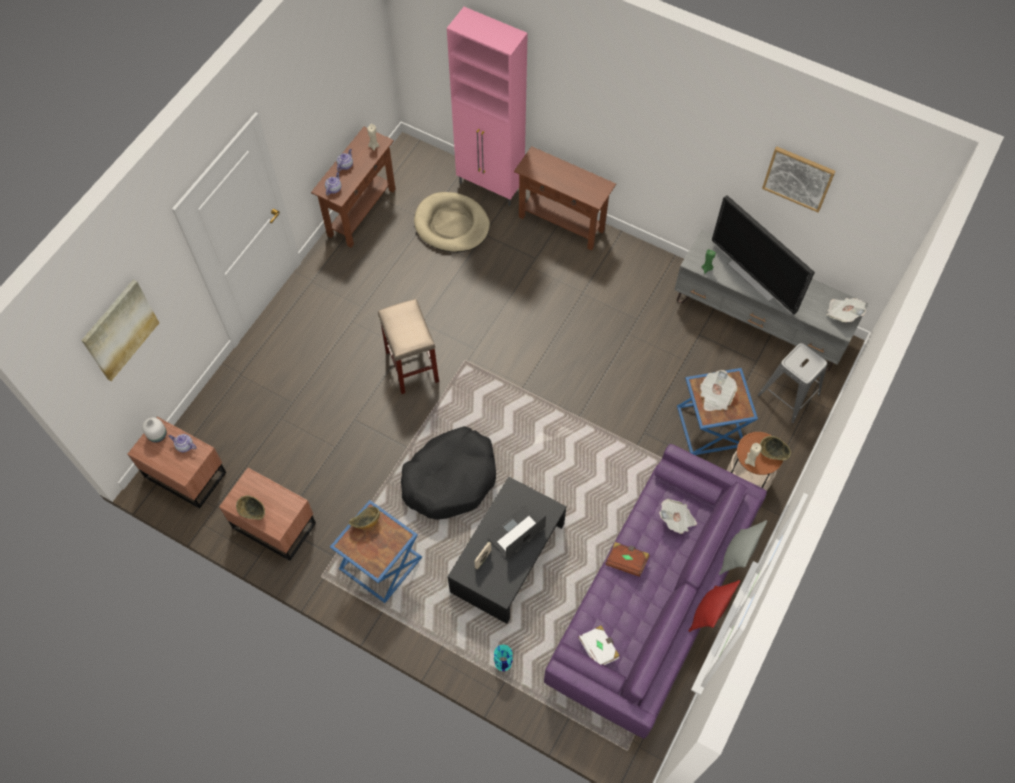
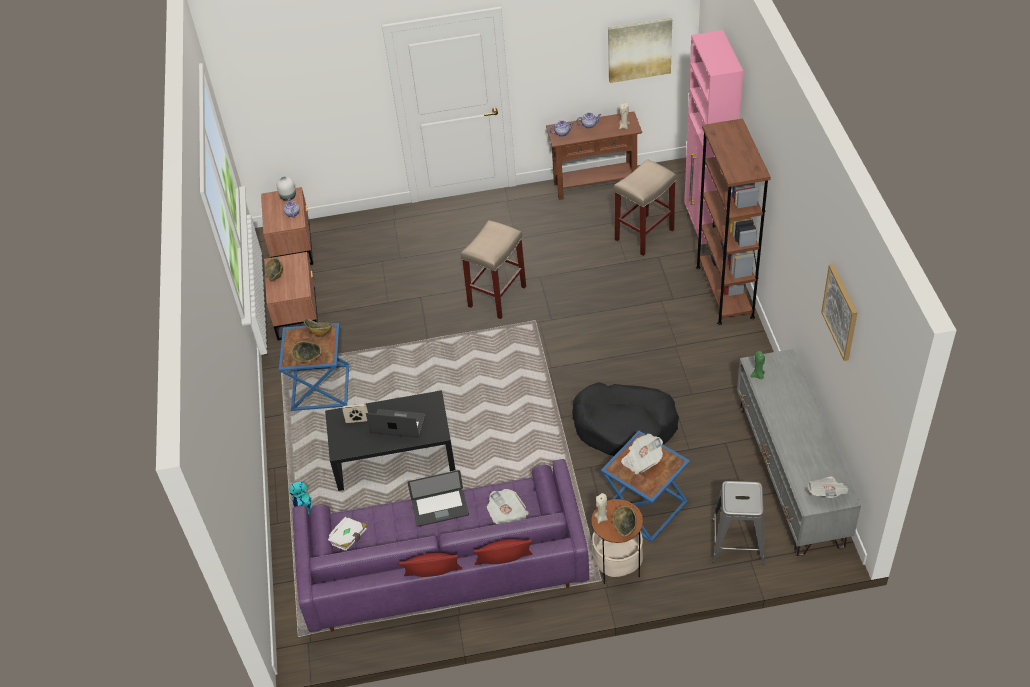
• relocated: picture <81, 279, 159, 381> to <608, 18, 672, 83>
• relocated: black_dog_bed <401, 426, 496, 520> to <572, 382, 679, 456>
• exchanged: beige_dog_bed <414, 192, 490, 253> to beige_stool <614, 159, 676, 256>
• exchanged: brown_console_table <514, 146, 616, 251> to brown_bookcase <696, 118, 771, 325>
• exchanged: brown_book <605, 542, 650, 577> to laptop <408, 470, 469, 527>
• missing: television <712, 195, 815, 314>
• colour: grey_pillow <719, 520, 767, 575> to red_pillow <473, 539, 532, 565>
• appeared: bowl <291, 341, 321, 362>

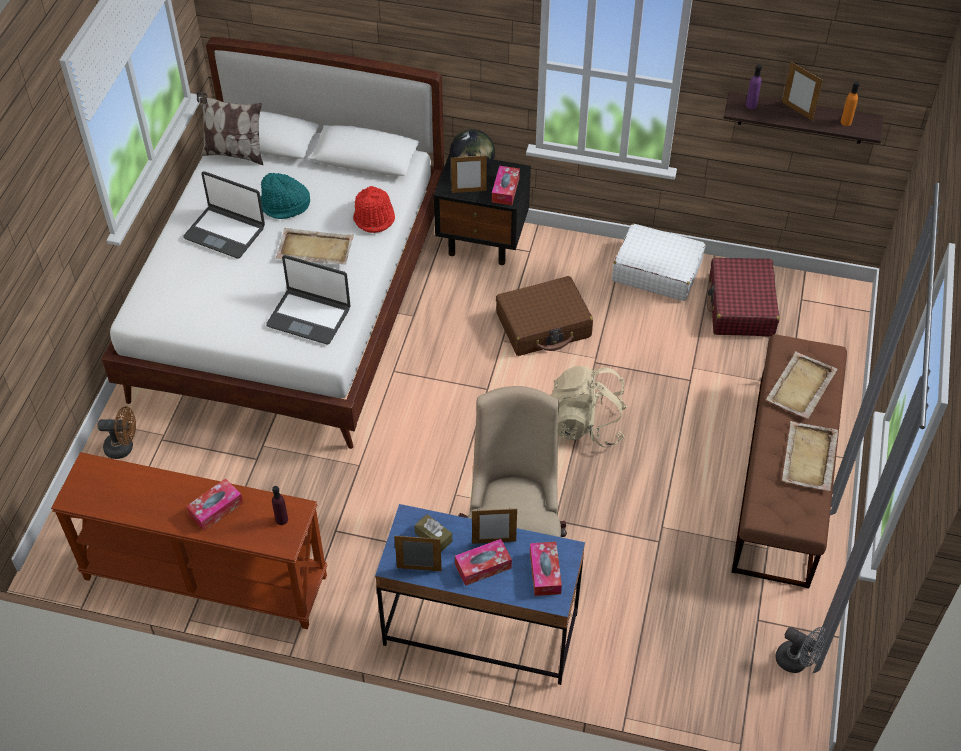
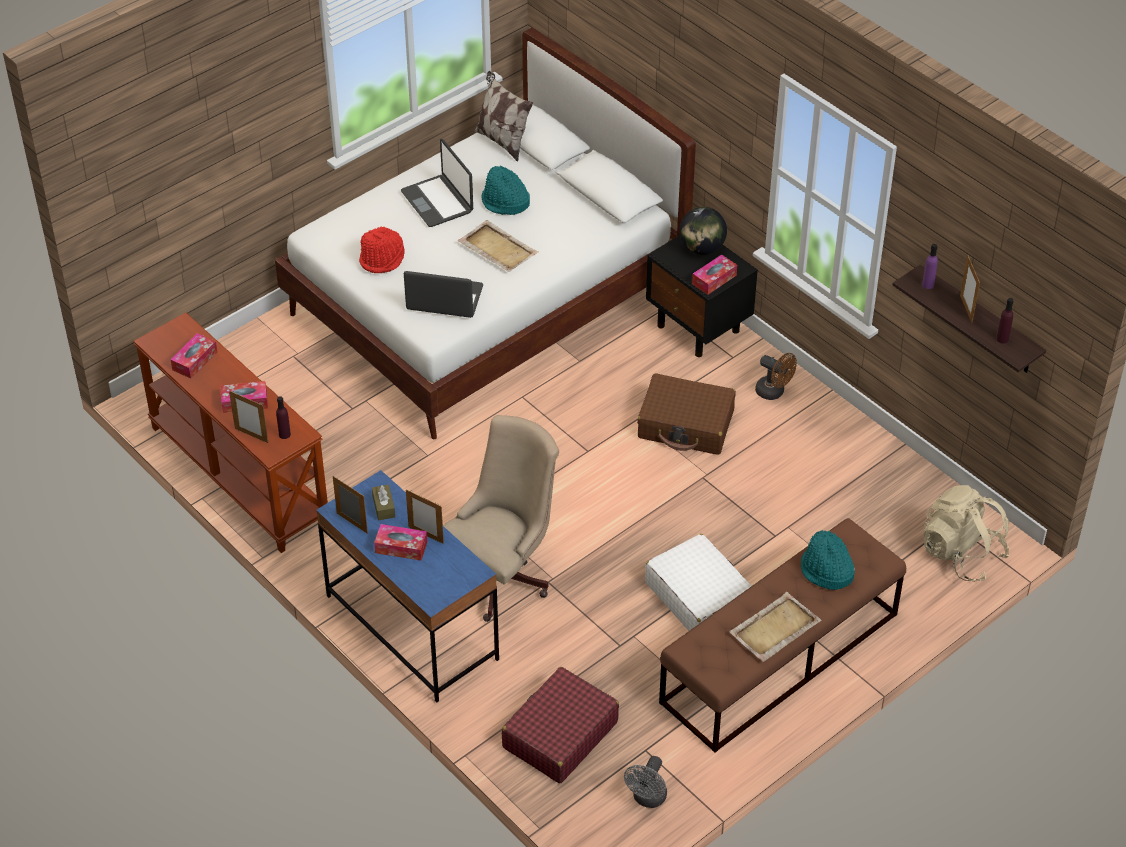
• relocated: brown_fan <97, 406, 136, 459> to <755, 353, 797, 400>
• spun: laptop <266, 255, 350, 344> = <404, 271, 483, 318> 135 degrees clockwise
• relocated: red_hat <353, 186, 395, 233> to <359, 227, 405, 273>
• relocated: picture_frame <451, 155, 487, 193> to <229, 391, 268, 443>
• relocated: tissue_box <530, 542, 562, 596> to <170, 333, 217, 379>
• relocated: beige_backpack <551, 365, 627, 447> to <923, 485, 1010, 582>
• relocated: white_suitcase <612, 224, 705, 301> to <645, 534, 751, 631>
• relocated: red_suitcase <707, 257, 779, 336> to <502, 667, 619, 783>
• exchanged: beige_tray <766, 351, 837, 419> to turquoise_hat <801, 530, 855, 590>
• spun: grey_fan <775, 627, 825, 673> = <624, 756, 667, 808> 45 degrees clockwise
• colour: orange_bottle <840, 81, 859, 126> to purple_bottle <997, 298, 1014, 344>

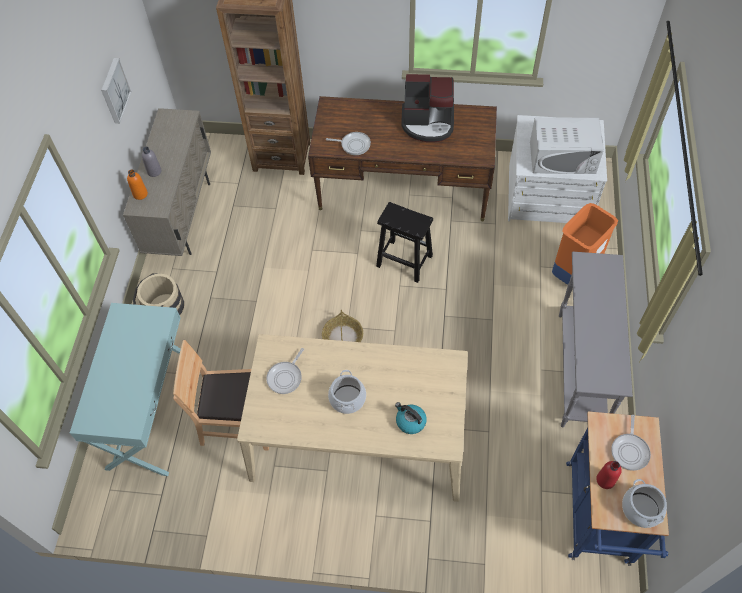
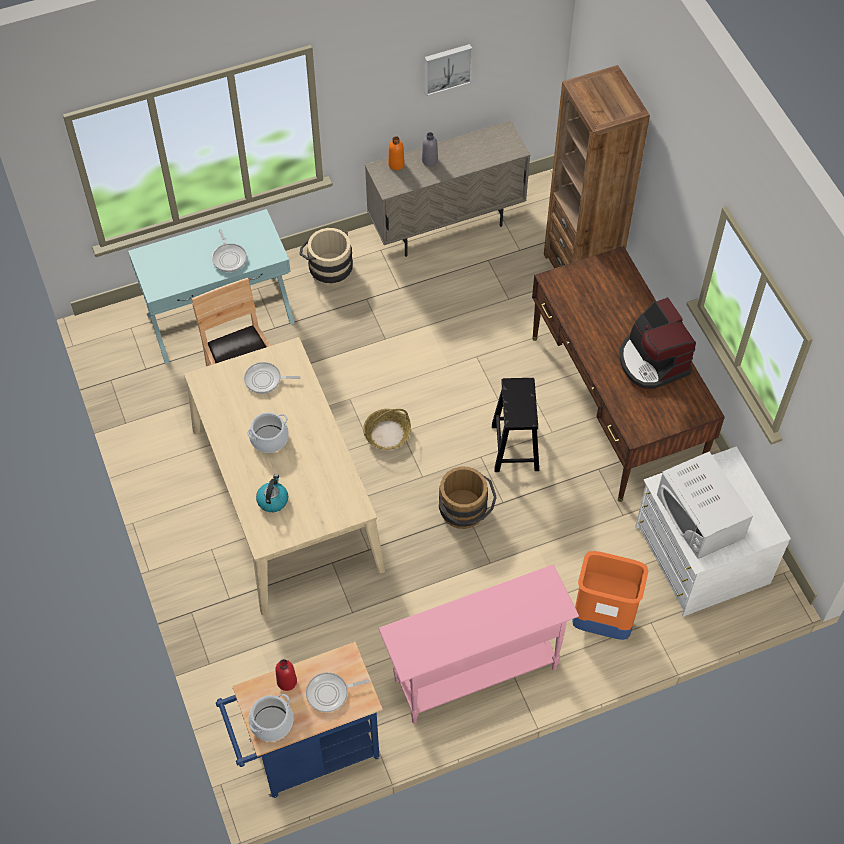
• relocated: frying_pan <326, 132, 371, 155> to <212, 229, 247, 272>
• colour: grey_console_table <559, 252, 633, 427> to pink_console_table <378, 564, 579, 724>
• appeared: brown_bucket <439, 467, 497, 529>

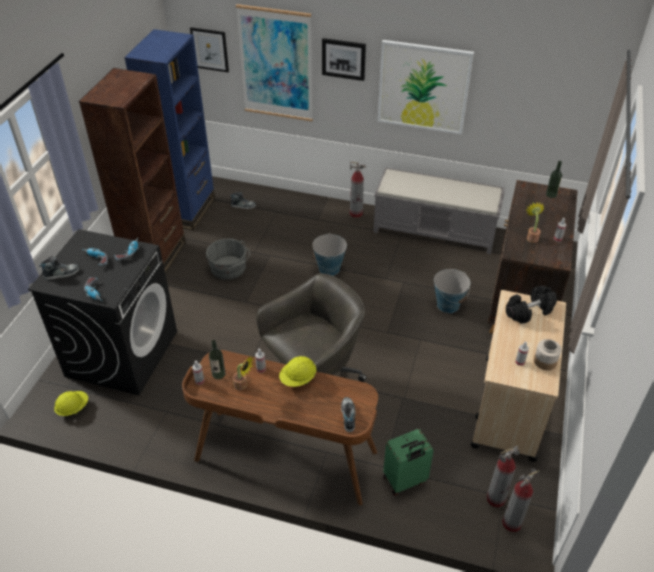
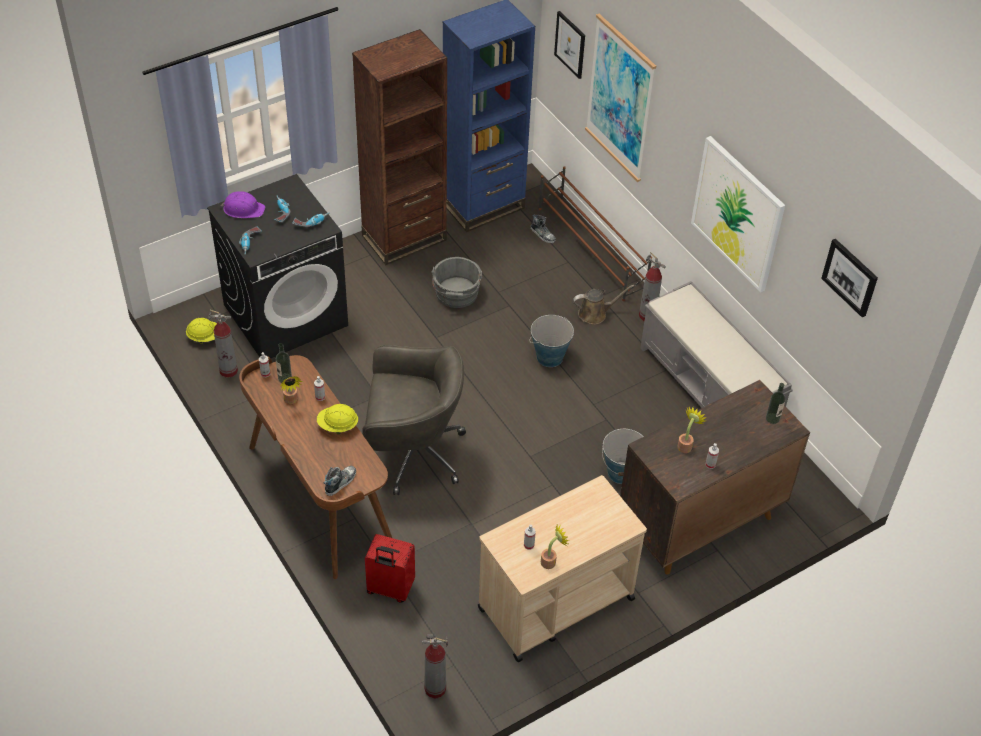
• exchanged: shoe <39, 256, 80, 280> to purple_hard_hat <221, 191, 265, 218>
• relocated: picture <322, 38, 366, 81> to <821, 239, 878, 318>
• colour: green_suitcase <383, 429, 434, 496> to red_suitcase <365, 534, 415, 603>
• relocated: fire_extinguisher <487, 446, 520, 507> to <209, 310, 238, 378>
• missing: black_dumbbell <506, 285, 557, 323>
• exchanged: jar <534, 339, 561, 370> to potted_plant <541, 524, 569, 569>
• appeared: brown_shoe_rack <538, 166, 652, 301>
• appeared: brown_watering_can <573, 285, 634, 324>

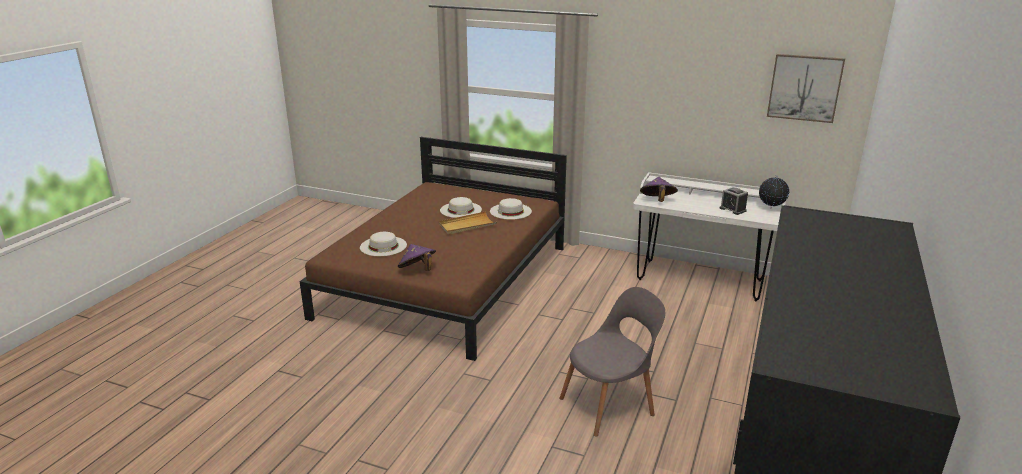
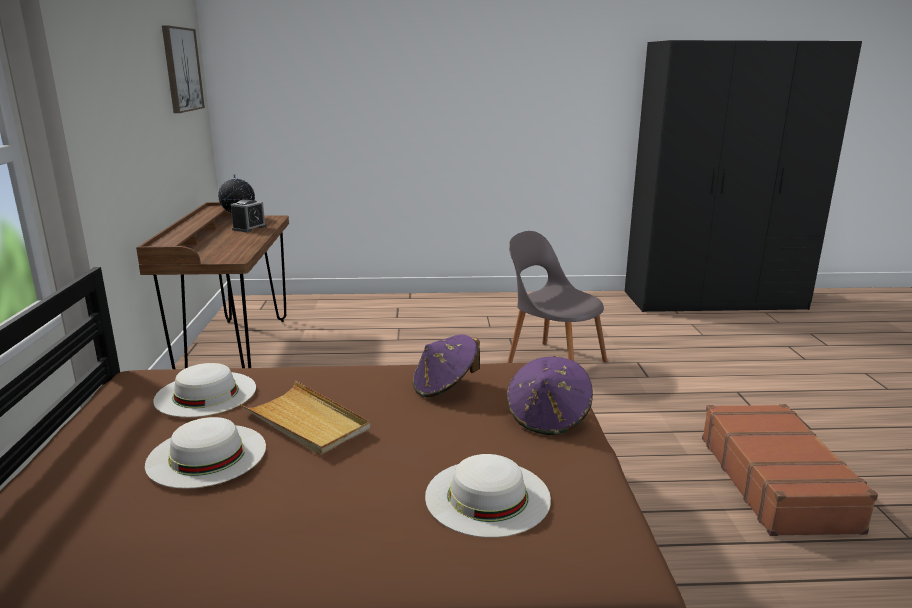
• colour: white_desk <633, 172, 786, 301> to brown_desk <136, 202, 289, 369>
• relocated: purple_hat <640, 177, 678, 202> to <413, 334, 480, 398>
• appeared: brown_suitcase <702, 404, 878, 536>

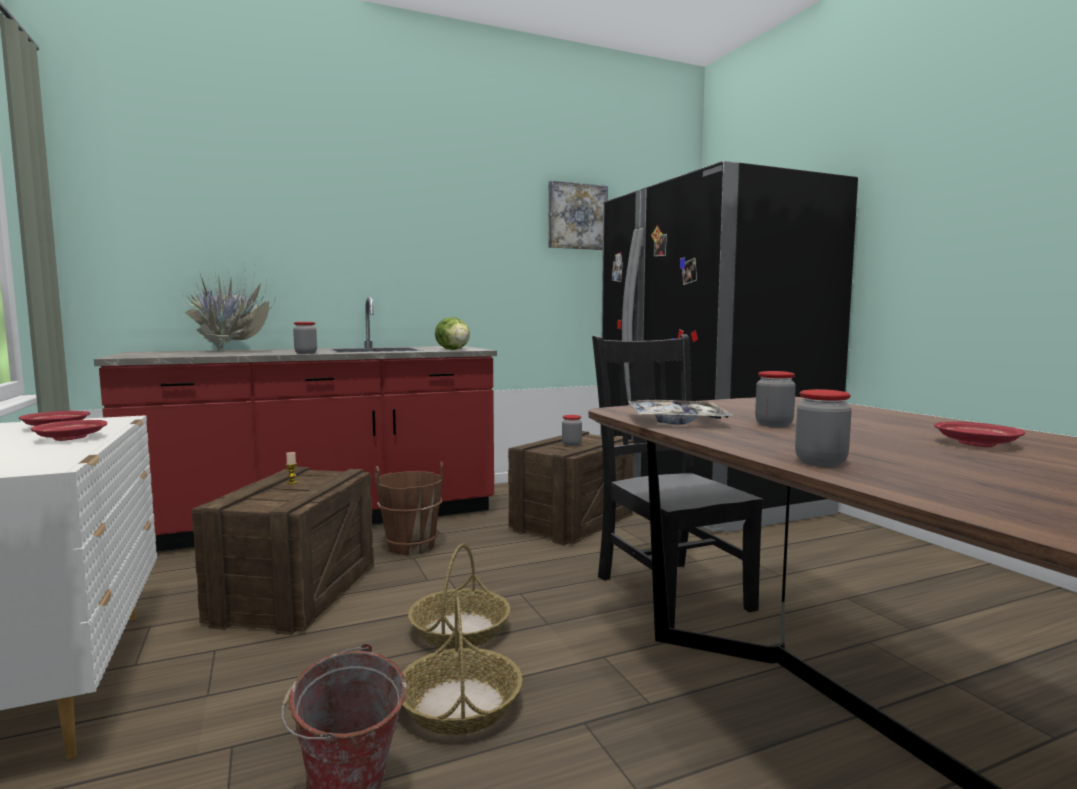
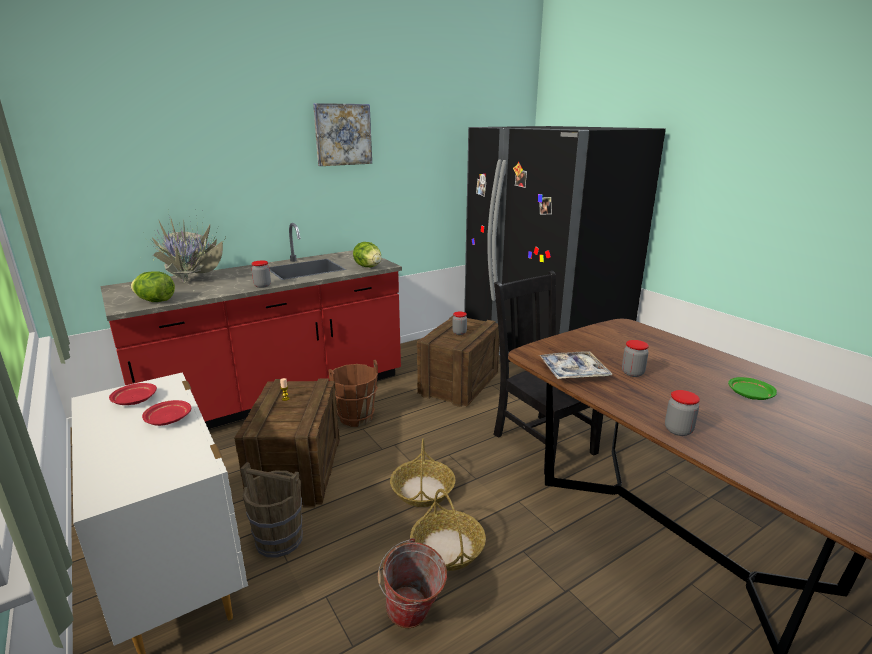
• relocated: picture <548, 181, 608, 250> to <313, 103, 372, 166>
• colour: red_plate <934, 422, 1025, 447> to green_plate <728, 377, 777, 400>
• appeared: lettuce <131, 271, 175, 302>
• appeared: brown_bucket <240, 462, 303, 558>

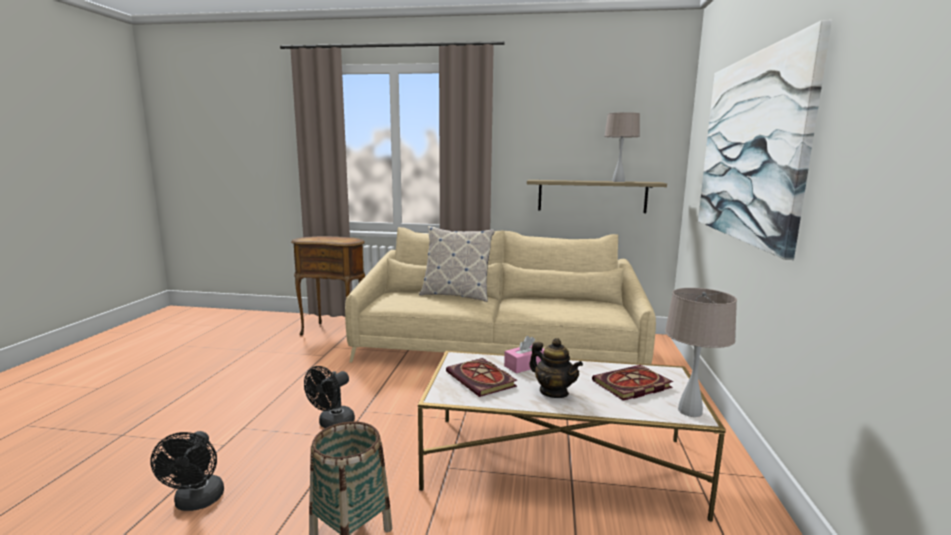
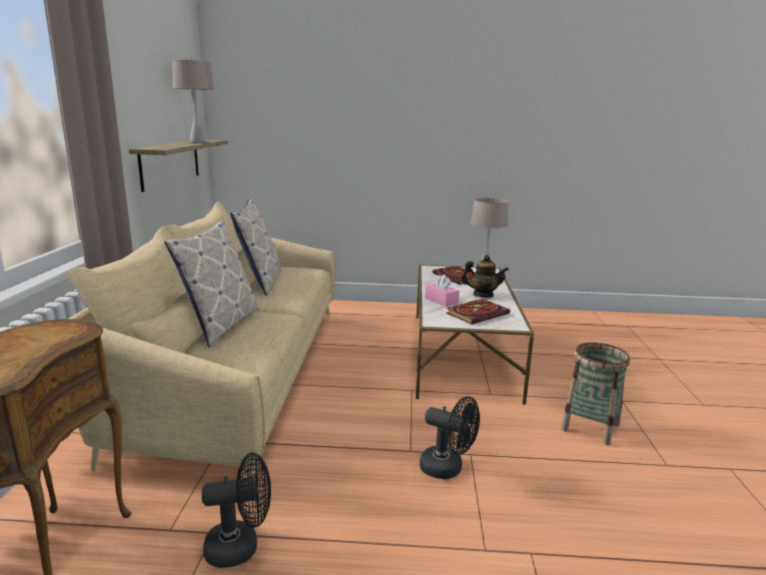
• relocated: black_fan <150, 431, 224, 511> to <202, 453, 271, 568>
• spun: teapot <530, 338, 583, 398> = <461, 255, 509, 298> 60 degrees clockwise
• missing: picture <698, 20, 832, 260>
• appeared: pillow <230, 198, 281, 296>

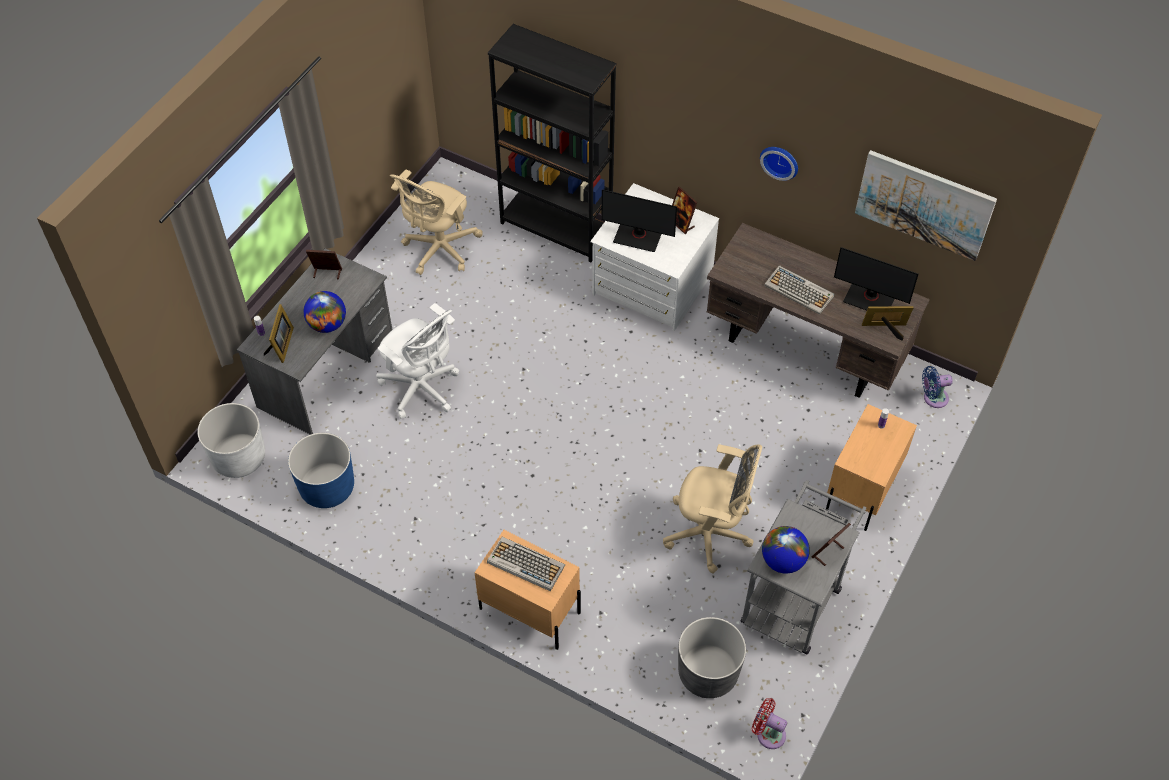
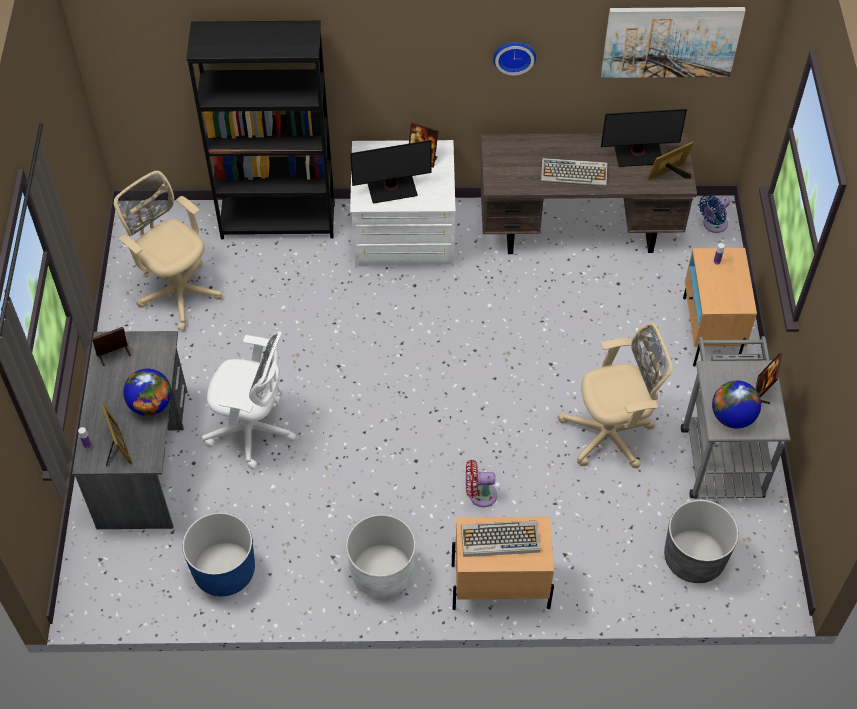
• relocated: white_planter <198, 403, 265, 478> to <346, 514, 416, 598>
• spun: beige_office_chair <390, 170, 483, 275> = <114, 171, 222, 331> 135 degrees clockwise
• relocated: red_fan <752, 698, 787, 749> to <466, 460, 497, 507>

